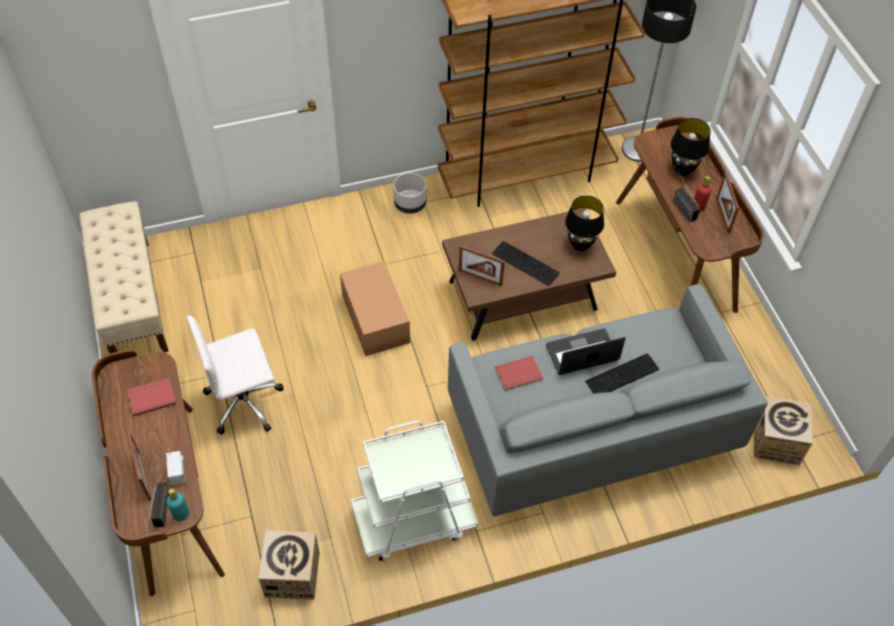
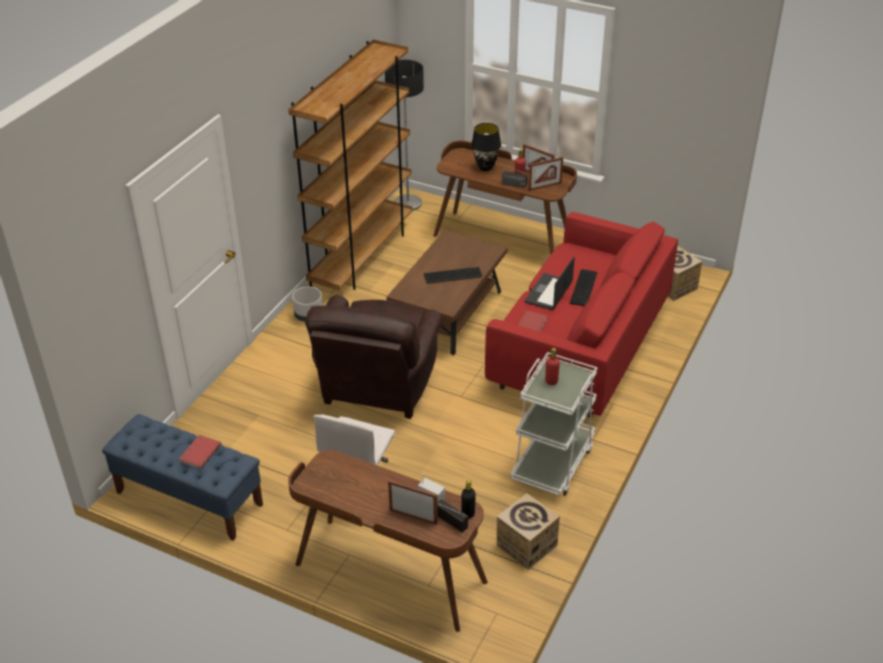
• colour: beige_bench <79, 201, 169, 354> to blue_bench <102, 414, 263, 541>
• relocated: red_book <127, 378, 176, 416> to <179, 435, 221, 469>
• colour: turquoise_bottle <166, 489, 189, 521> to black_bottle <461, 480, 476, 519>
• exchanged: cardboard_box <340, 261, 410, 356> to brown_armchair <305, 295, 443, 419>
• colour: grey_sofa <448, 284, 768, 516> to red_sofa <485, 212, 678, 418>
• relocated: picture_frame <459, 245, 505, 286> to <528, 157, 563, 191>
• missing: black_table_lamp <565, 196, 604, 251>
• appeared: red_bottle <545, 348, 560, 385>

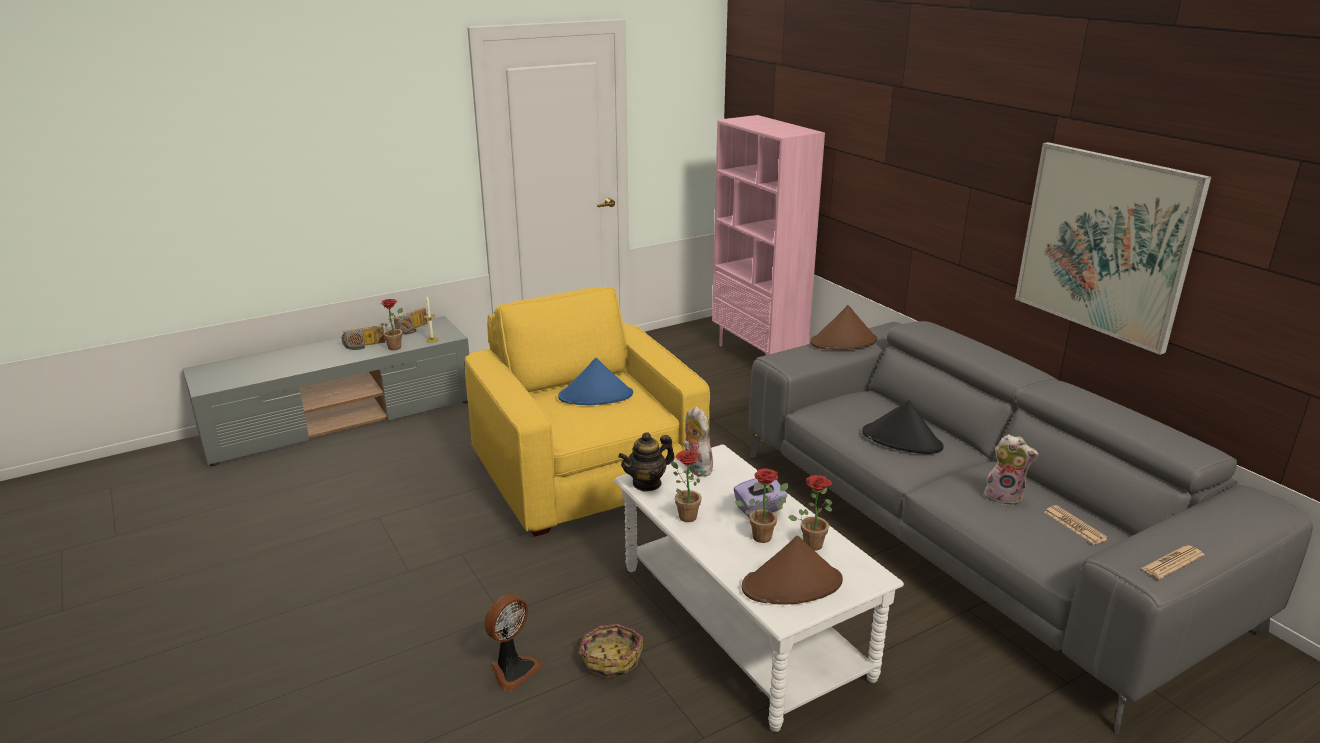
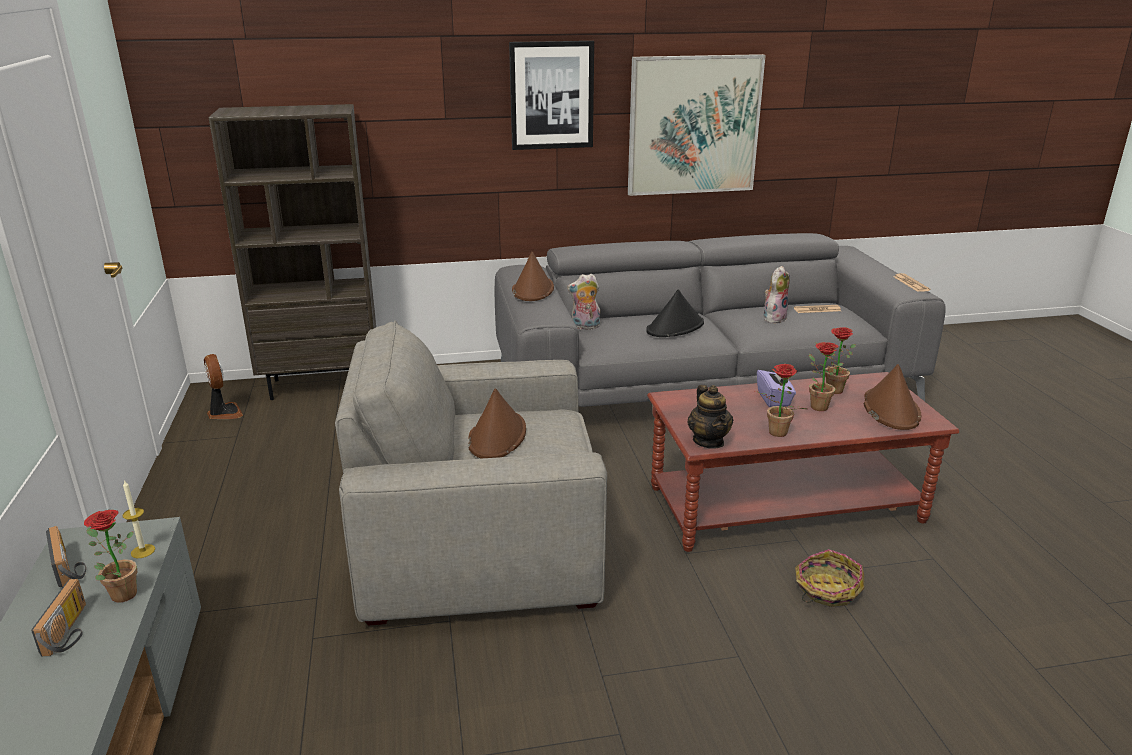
• colour: yellow_armchair <465, 287, 710, 537> to grey_armchair <335, 320, 607, 625>
• relocated: fan <484, 594, 543, 691> to <204, 354, 243, 419>
• colour: blue_hat <558, 358, 633, 405> to brown_hat <468, 388, 526, 459>
• colour: white_coffee_table <614, 445, 904, 732> to brown_coffee_table <647, 372, 959, 552>
• relocated: plush_toy <683, 406, 713, 476> to <567, 274, 600, 330>
• colour: pink_bookcase <712, 115, 825, 355> to brown_bookcase <208, 104, 376, 400>
• appeared: picture <509, 41, 594, 150>

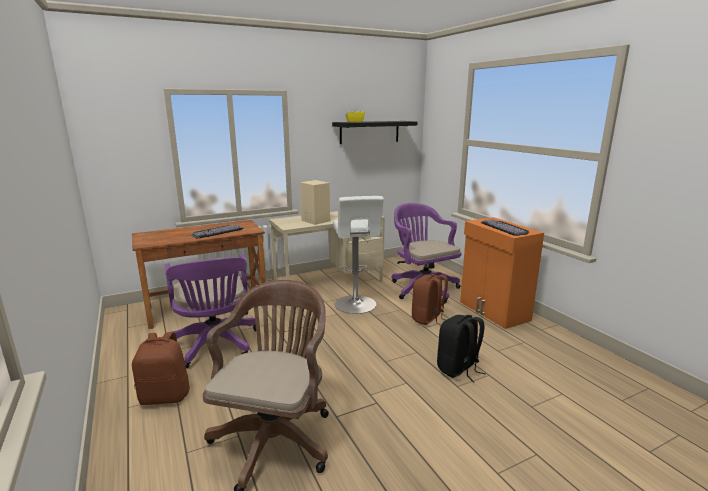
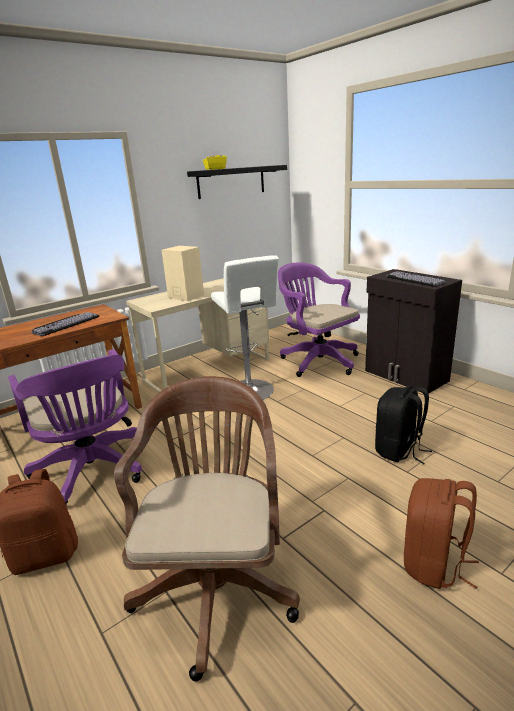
• relocated: brown_backpack <412, 274, 448, 326> to <404, 478, 479, 589>
• colour: orange_cabinet <460, 217, 544, 329> to black_cabinet <365, 269, 462, 394>

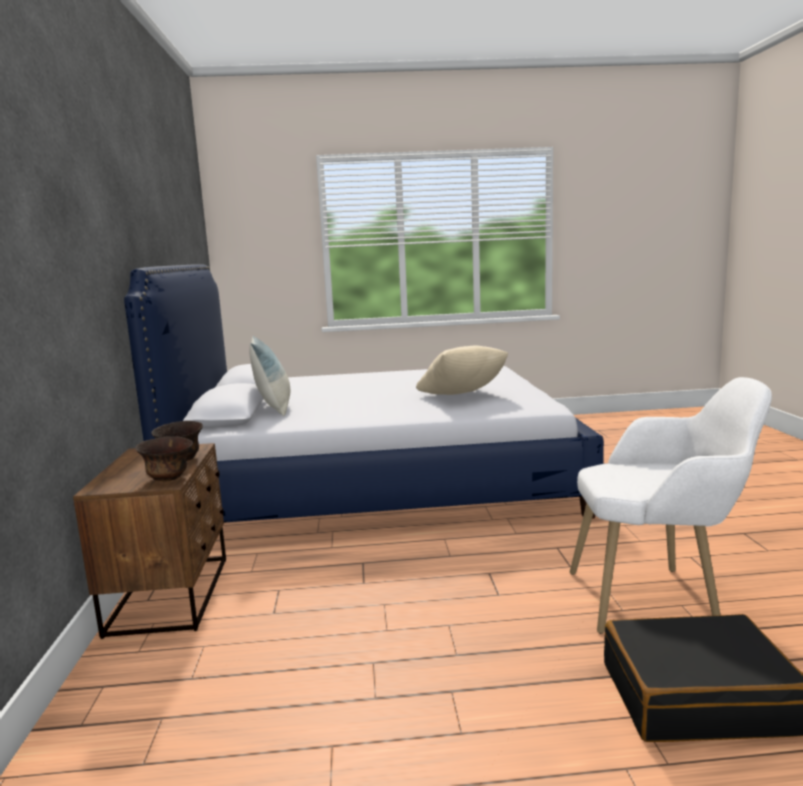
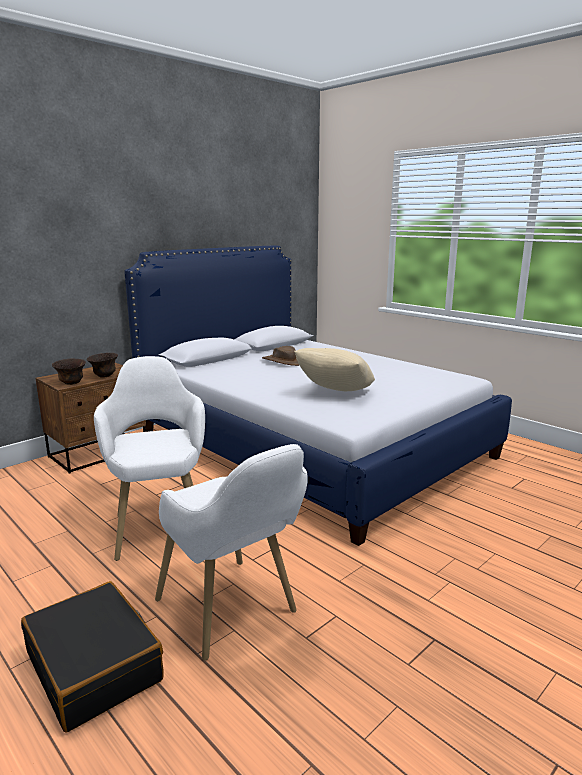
• missing: pillow <249, 335, 290, 416>
• appeared: white_armchair <94, 356, 205, 561>
• appeared: brown_hat <262, 346, 300, 366>

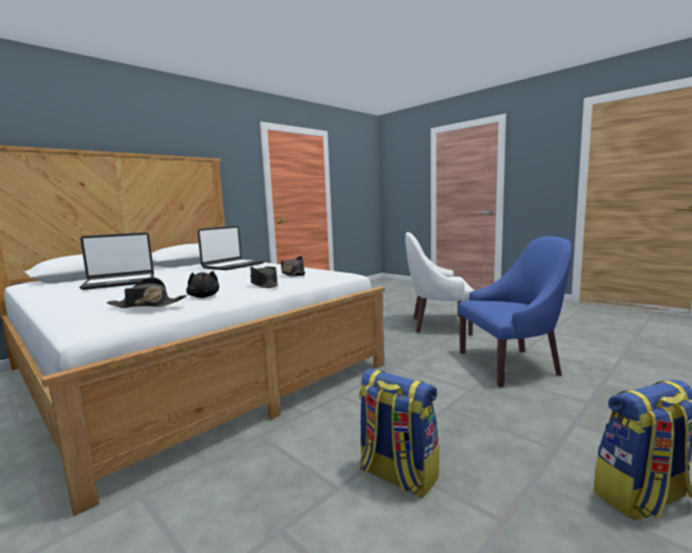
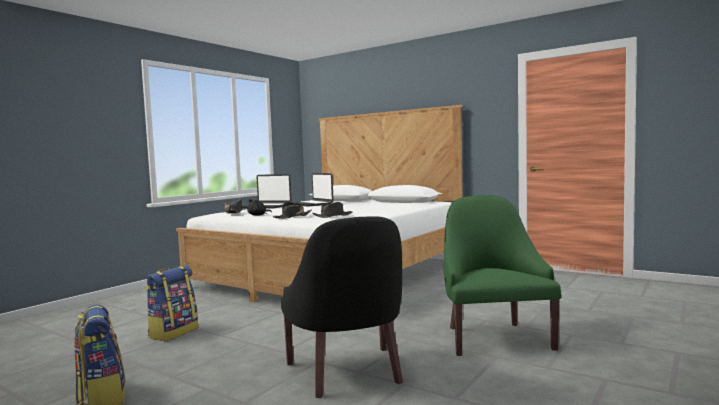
• relocated: laptop <197, 226, 265, 270> to <242, 174, 292, 209>
• colour: white_armchair <405, 232, 474, 335> to green_armchair <444, 195, 562, 356>
• colour: blue_armchair <458, 236, 572, 387> to black_armchair <281, 216, 403, 398>

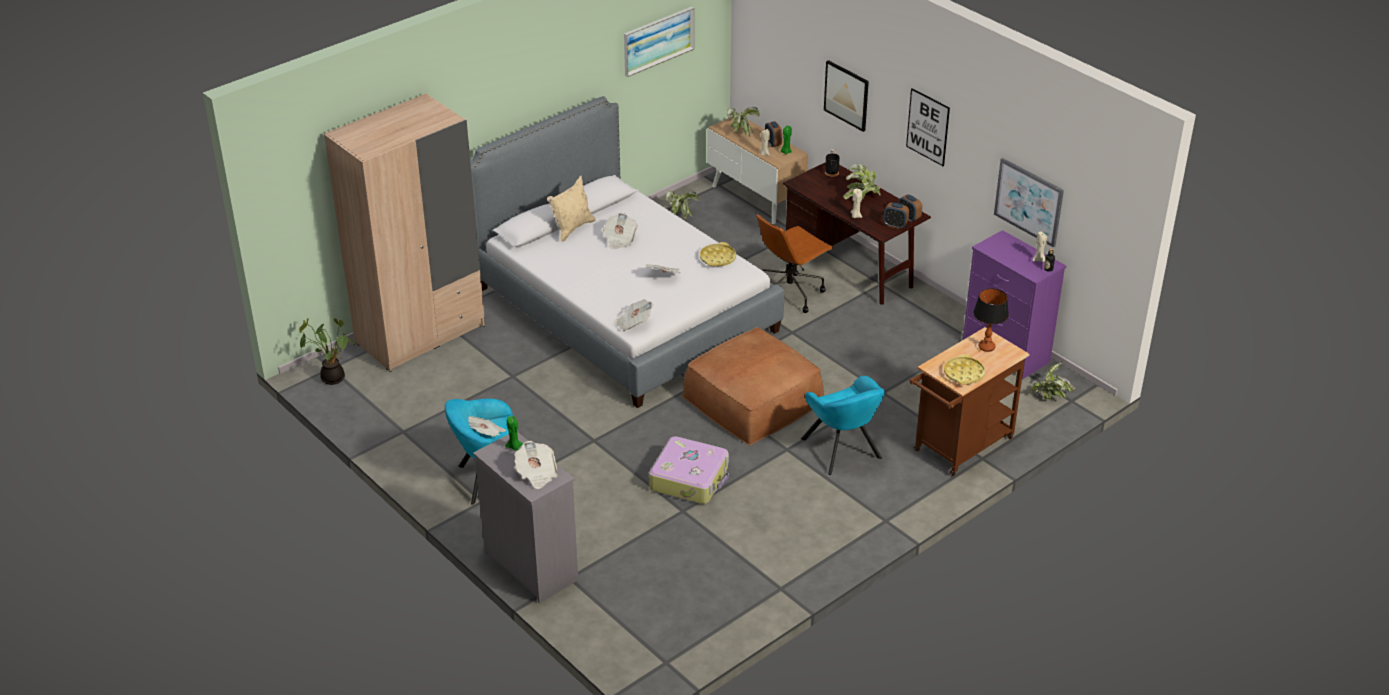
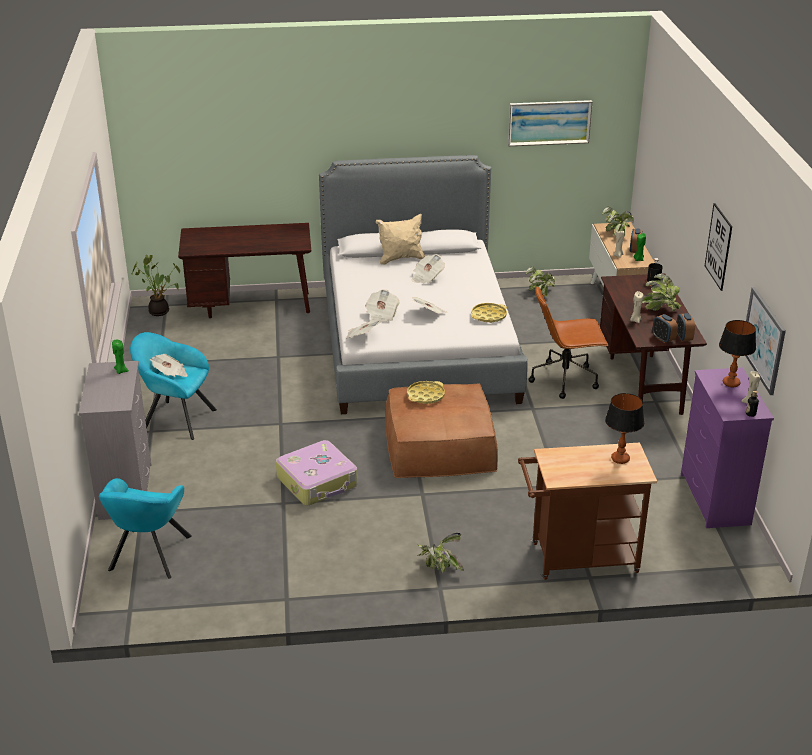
• exchanged: beige_wardrobe <324, 93, 485, 372> to brown_desk <178, 223, 311, 318>
• relocated: newspaper <515, 441, 558, 489> to <365, 289, 399, 323>
• relocated: turquoise_armchair <801, 376, 885, 475> to <99, 478, 192, 579>
• missing: picture <824, 60, 869, 132>
• relocated: yellow_tray <944, 354, 985, 385> to <407, 381, 445, 404>
• relocated: potted_plant <1030, 361, 1075, 399> to <418, 533, 464, 573>
• appeared: table_lamp <719, 320, 756, 387>

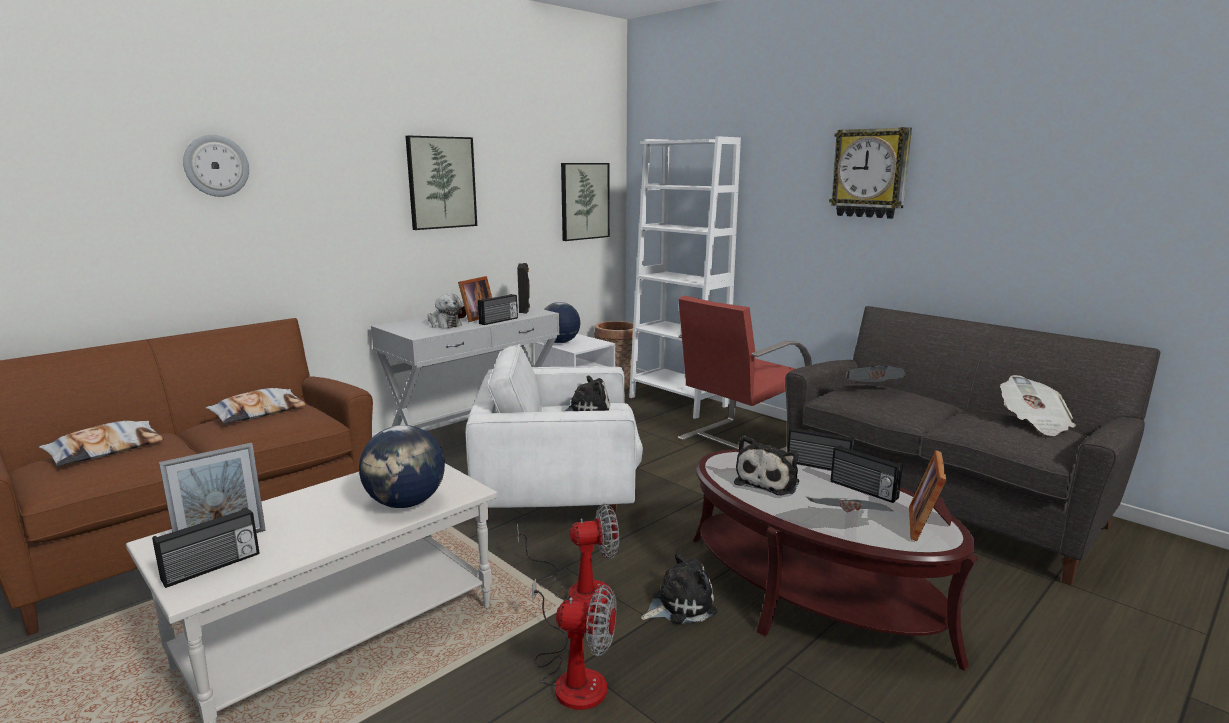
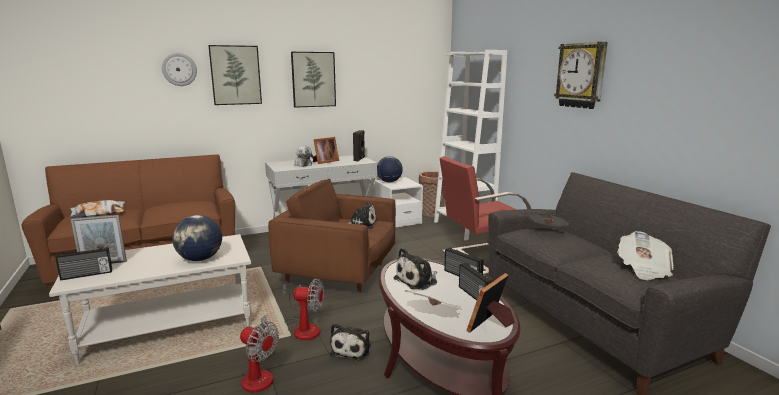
• missing: pillow <206, 388, 307, 424>
• colour: white_armchair <465, 344, 643, 522> to brown_armchair <268, 179, 396, 293>
• missing: radio <478, 294, 518, 325>
• relocated: picture <561, 163, 610, 241> to <208, 45, 262, 105>
• spun: plush_toy <641, 552, 718, 624> = <330, 323, 371, 361> 105 degrees clockwise

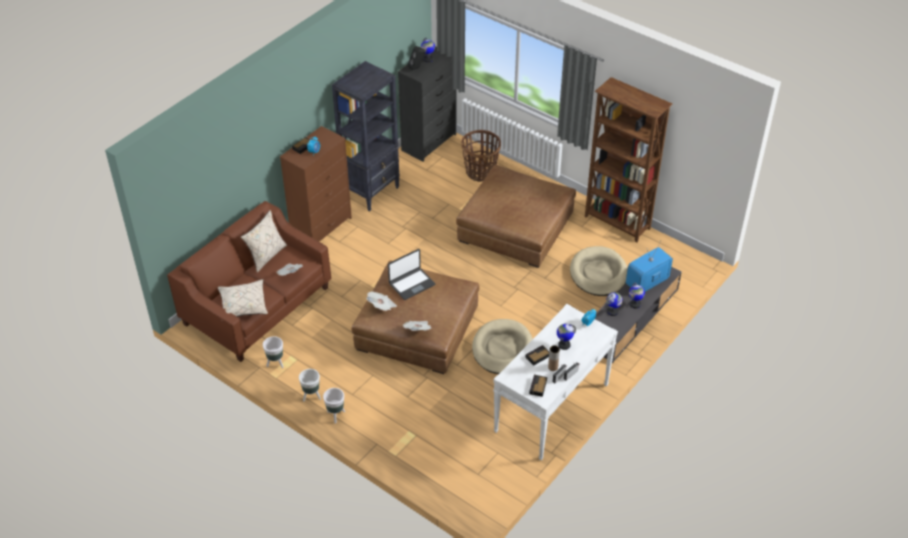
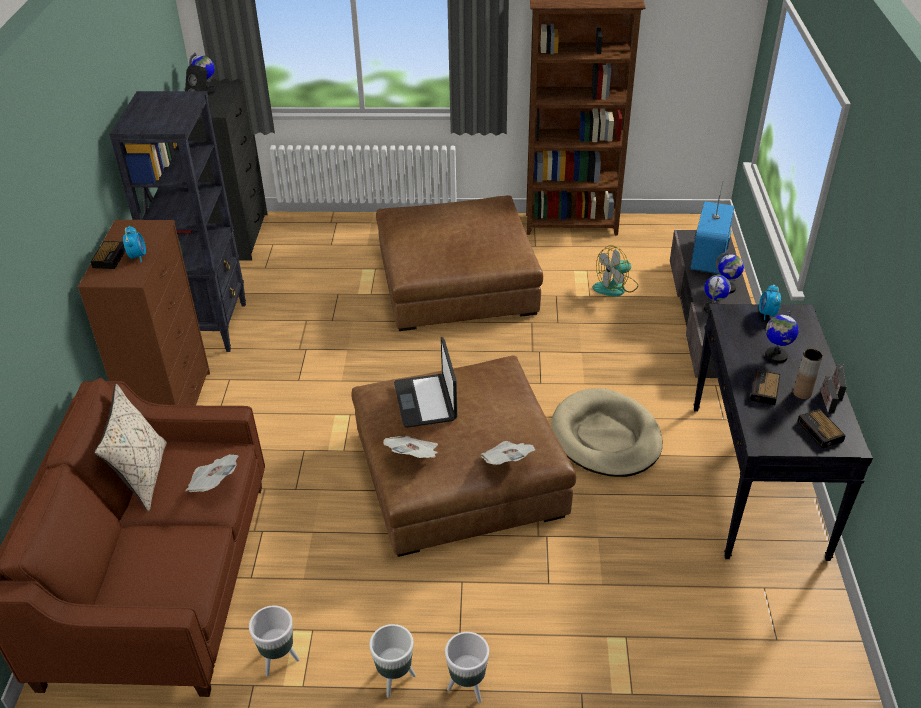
• missing: beige_pillow <218, 279, 268, 317>
• spun: laptop <388, 249, 435, 300> = <394, 337, 458, 428> 150 degrees clockwise
• missing: basket <461, 130, 501, 182>
• colour: white_console_table <493, 304, 618, 460> to black_console_table <693, 303, 873, 561>
• exchanged: beige_dog_bed <570, 246, 627, 296> to fan <592, 245, 638, 297>

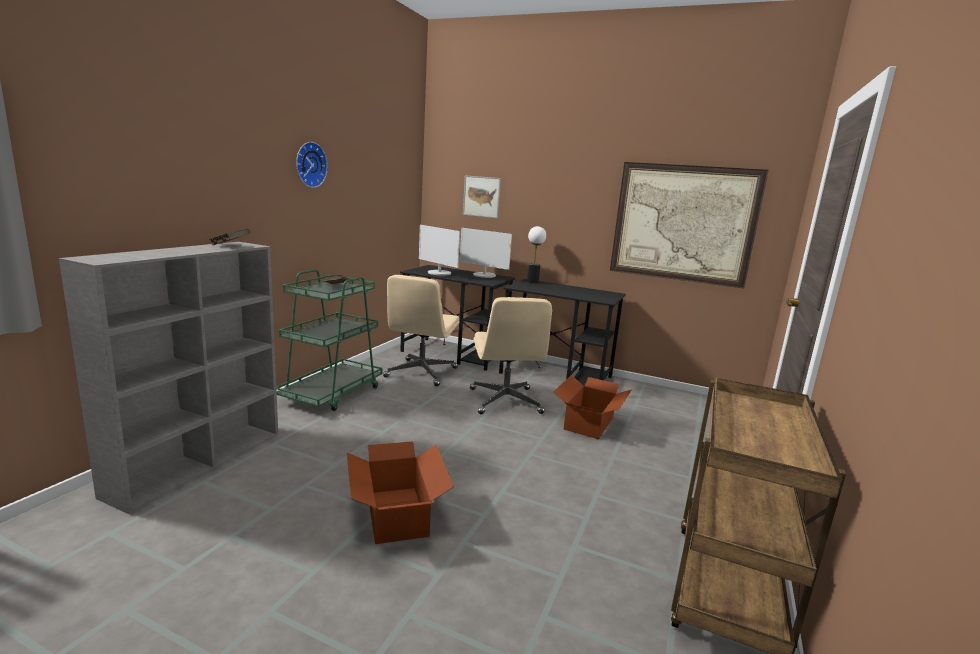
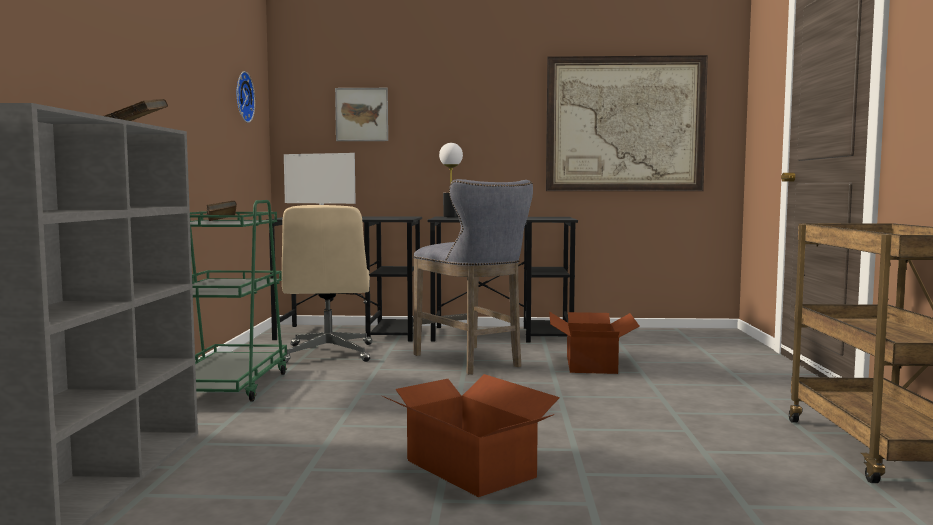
• relocated: wall_clock <296, 142, 328, 188> to <237, 71, 255, 123>
• missing: monitor <460, 228, 512, 278>
• exchanged: beige_office_chair <470, 297, 552, 414> to grey_stool <413, 179, 533, 375>

